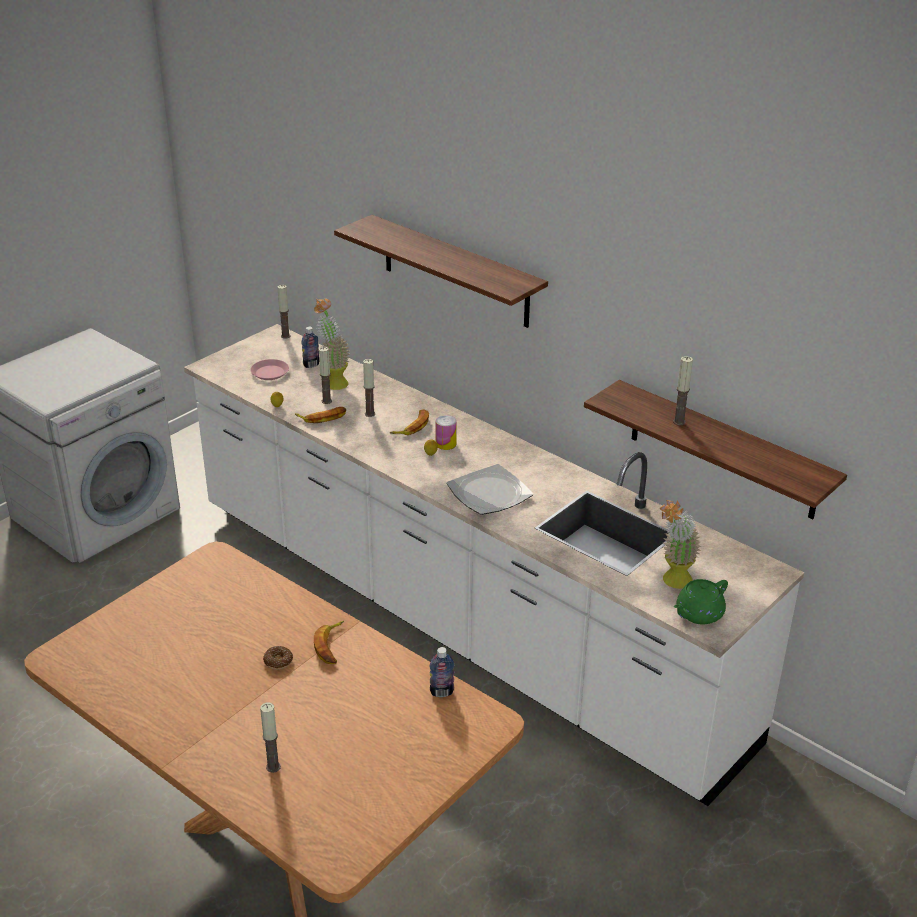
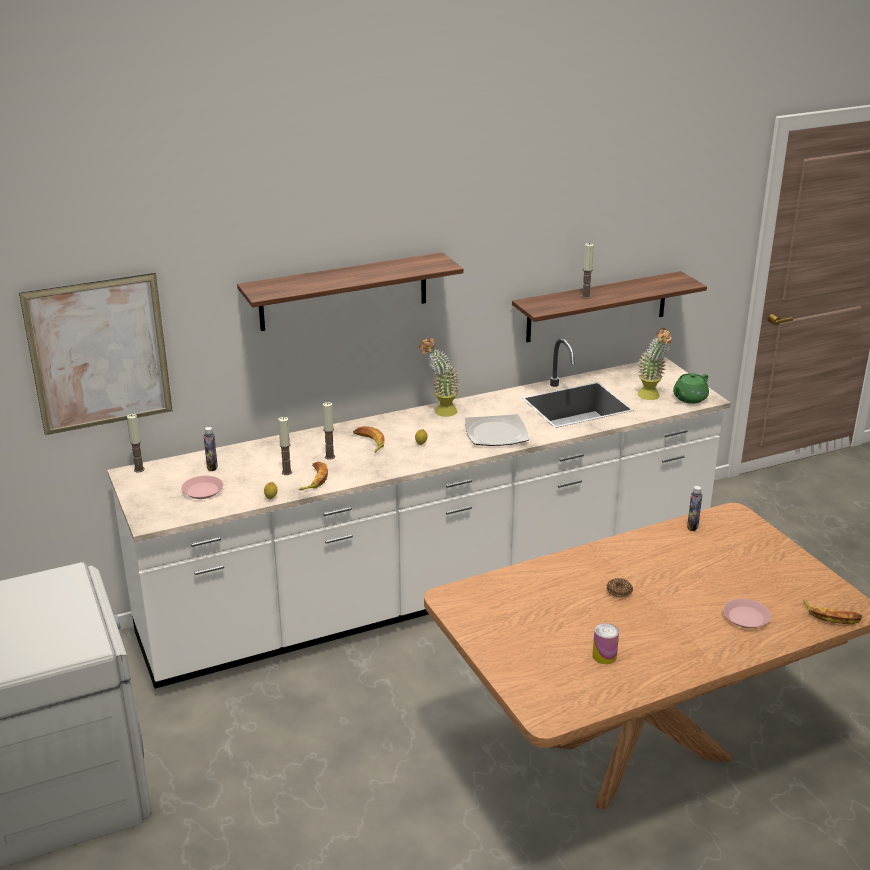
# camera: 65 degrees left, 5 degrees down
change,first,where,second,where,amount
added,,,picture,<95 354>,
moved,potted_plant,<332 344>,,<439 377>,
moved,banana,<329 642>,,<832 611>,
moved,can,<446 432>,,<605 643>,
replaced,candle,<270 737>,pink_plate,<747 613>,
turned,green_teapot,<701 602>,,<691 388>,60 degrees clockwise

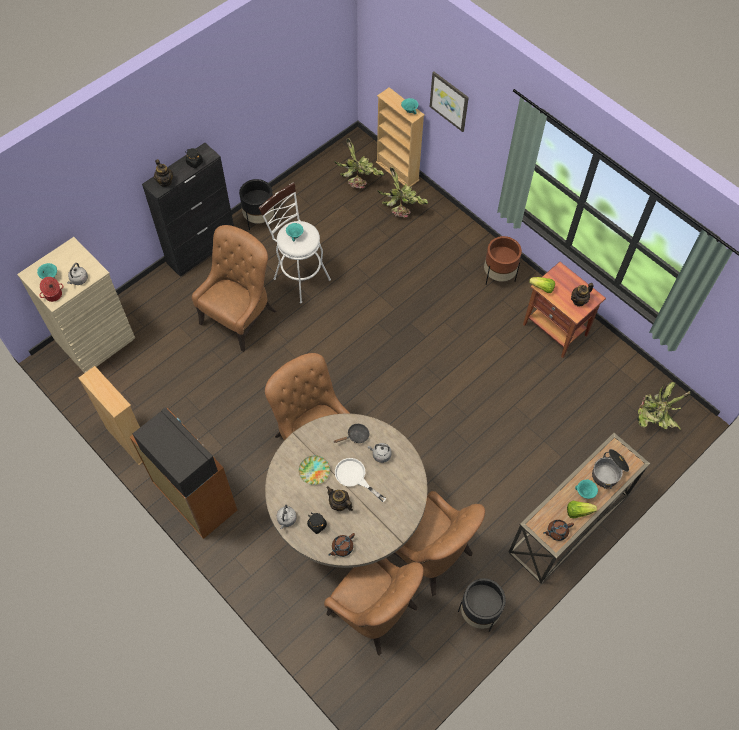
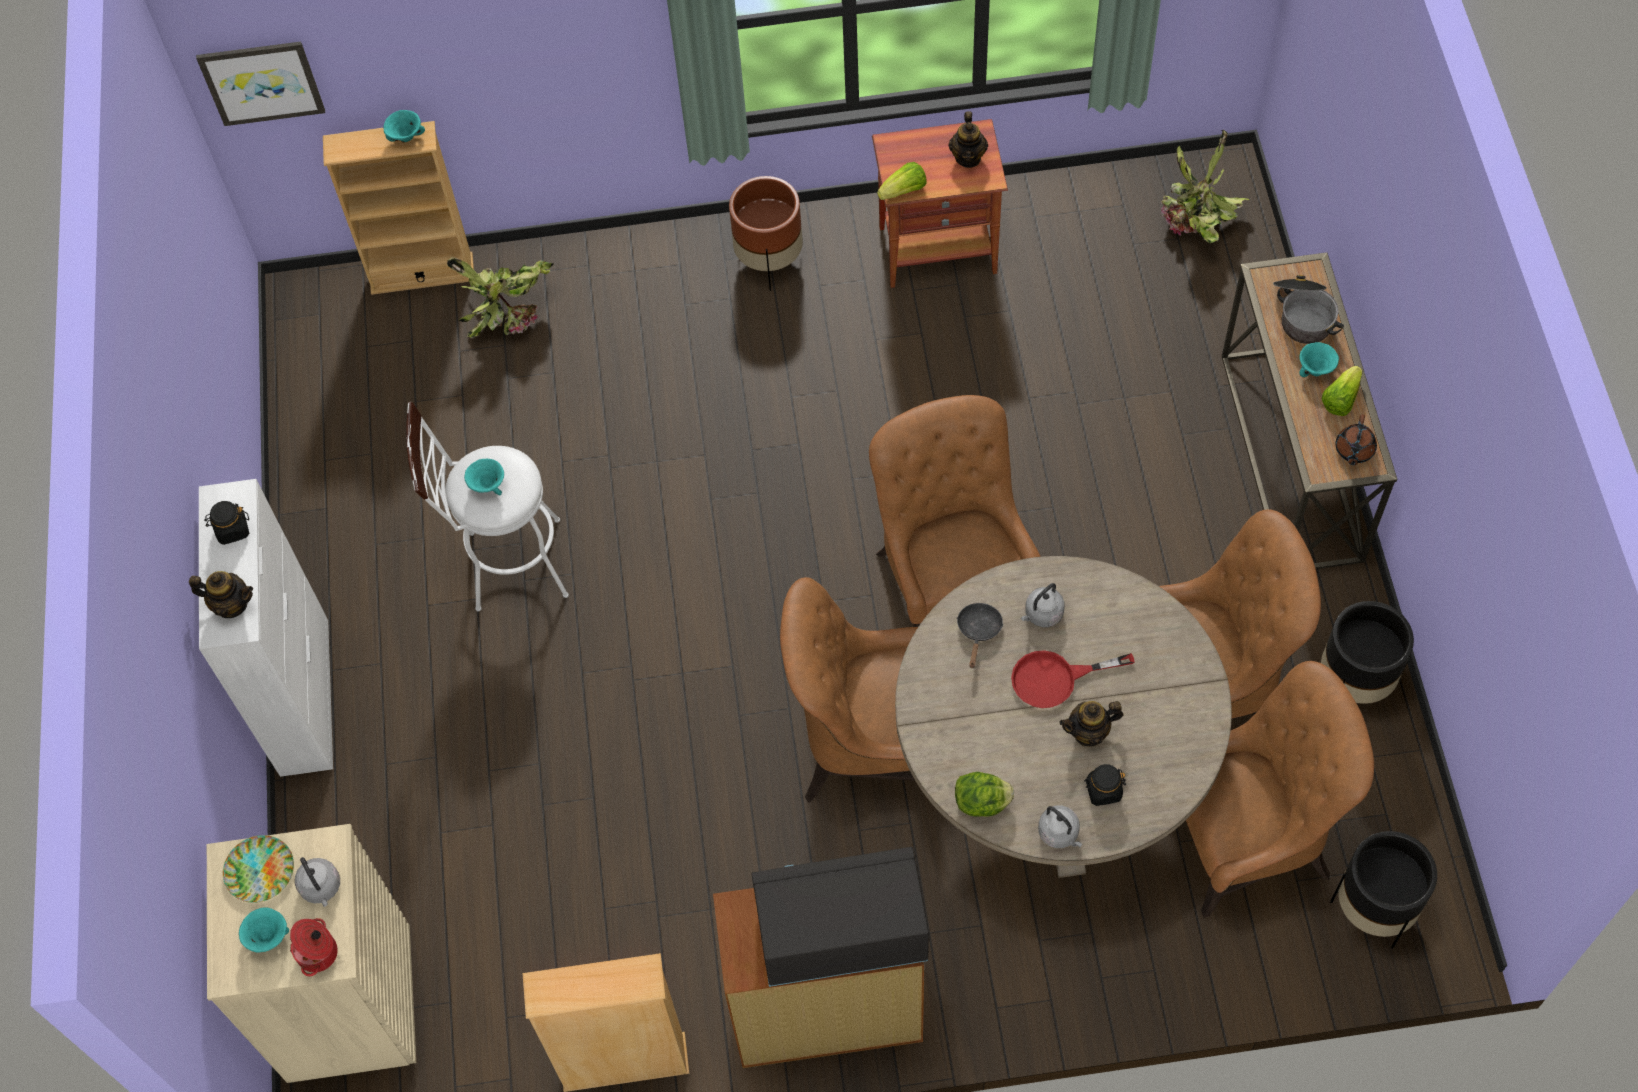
# camera: 50 degrees left, 0 degrees up
change,first,where,second,where,amount
removed,brown_teapot,<341 545>,,,
removed,potted_plant,<359 163>,,,
added,,,lettuce,<984 794>,
moved,brown_chair,<234 288>,,<955 511>,
moved,black_planter,<258 204>,,<1383 890>,
moved,plate,<314 470>,,<258 869>,
moved,picture,<449 102>,,<260 84>,
recoloured,black_cabinet,<188 210>,white_cabinet,<266 628>,
recoloured,white_frying_pan,<361 480>,red_frying_pan,<1072 679>,

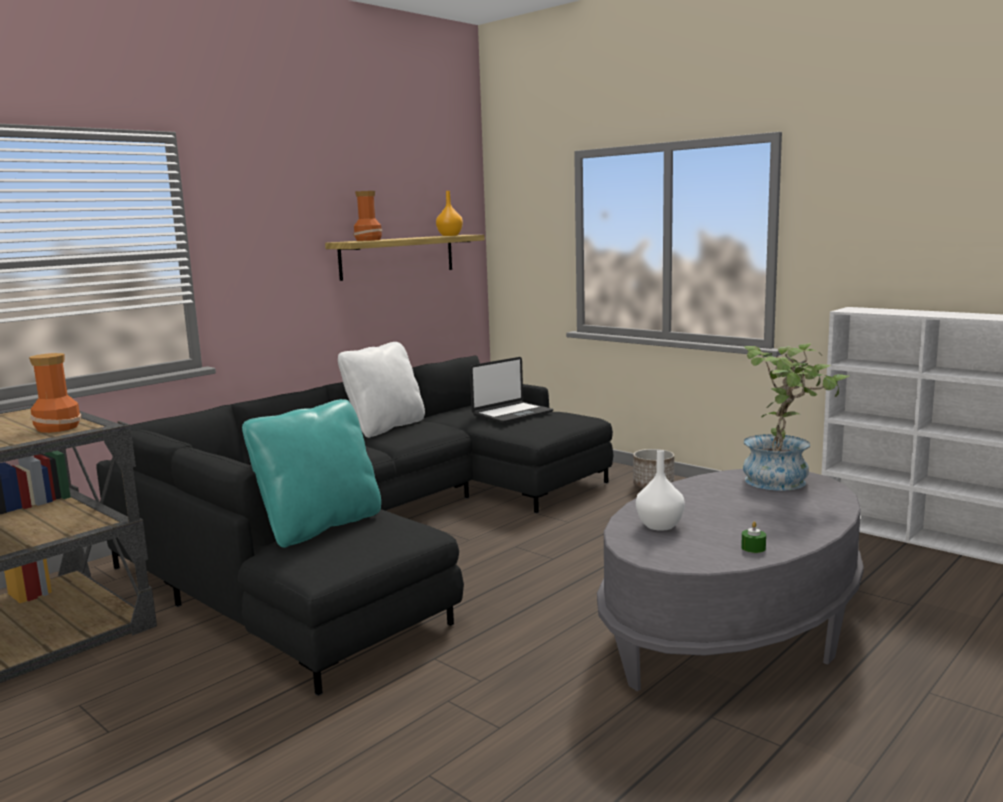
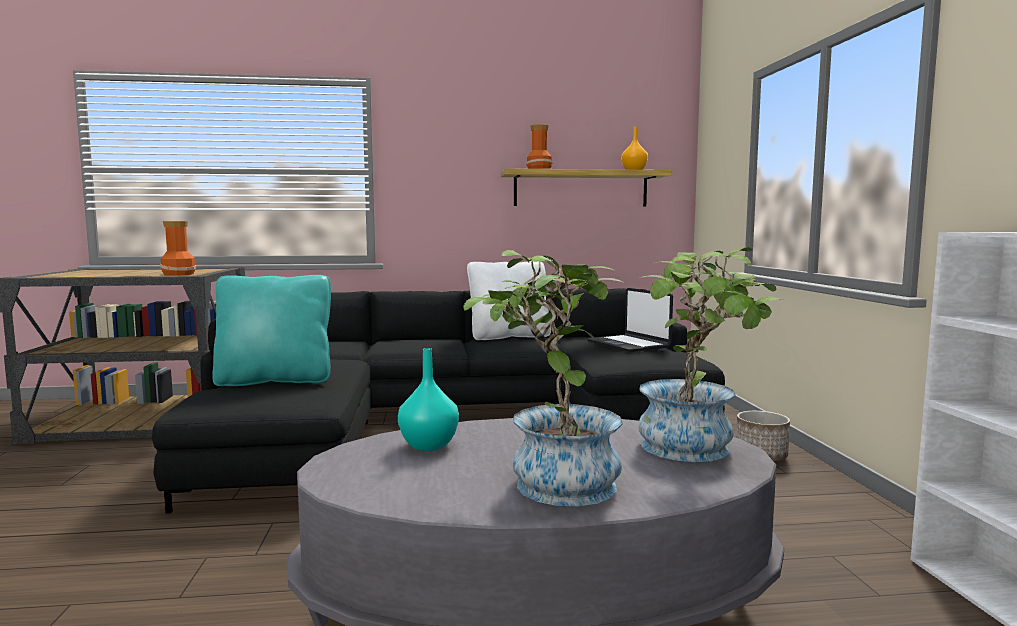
# camera: 40 degrees right, 5 degrees down
change,first,where,second,where,amount
removed,green_candle,<753 537>,,,
added,,,potted_plant,<543 378>,
recoloured,white_vase,<660 490>,turquoise_vase,<428 399>,
turned,laptop,<511 390>,,<630 320>,60 degrees clockwise

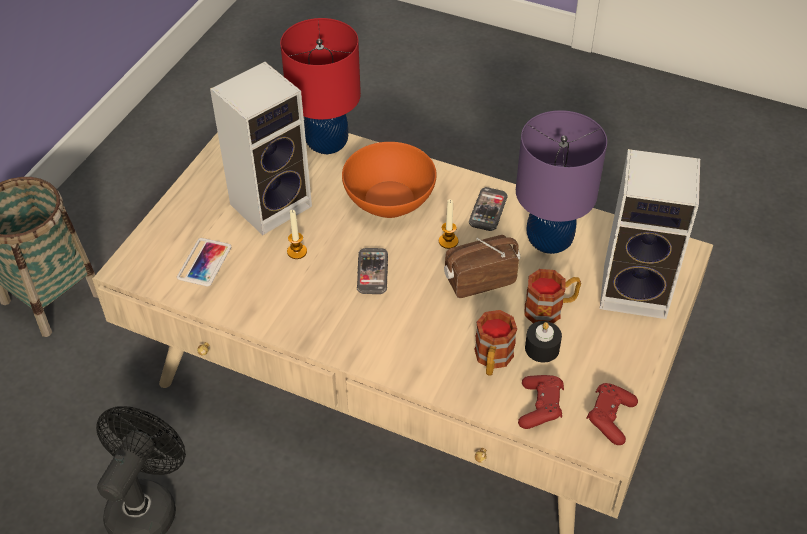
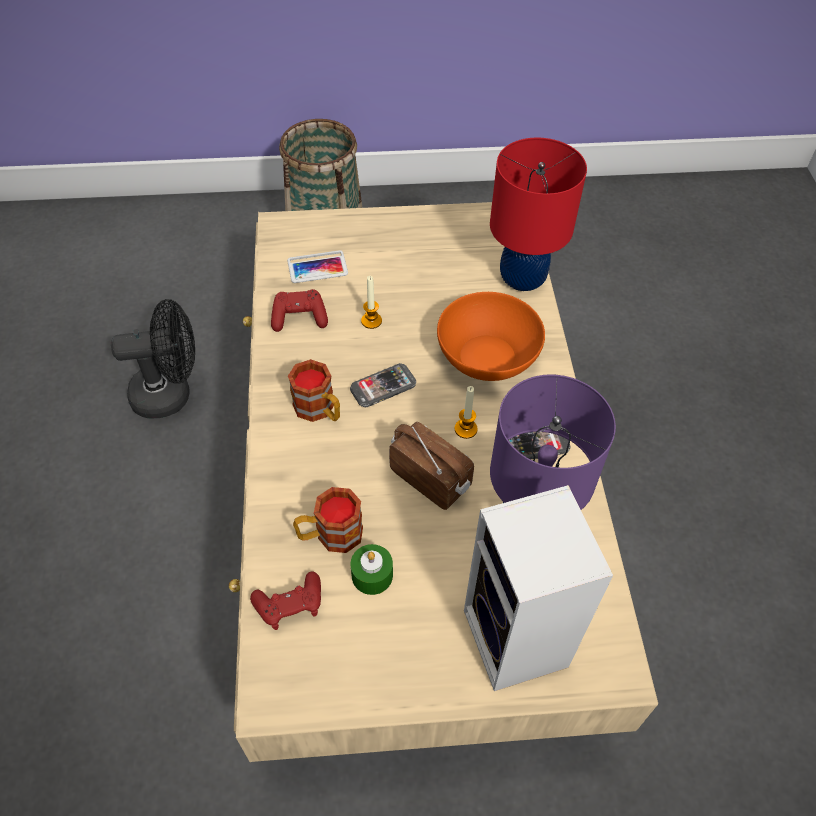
# camera: 60 degrees right, 5 degrees up
change,first,where,second,where,amount
removed,speaker,<261 148>,,,
moved,mug,<552 296>,,<314 390>,
moved,red_game_controller,<612 414>,,<299 310>,
recoloured,black_candle,<543 341>,green_candle,<371 569>,

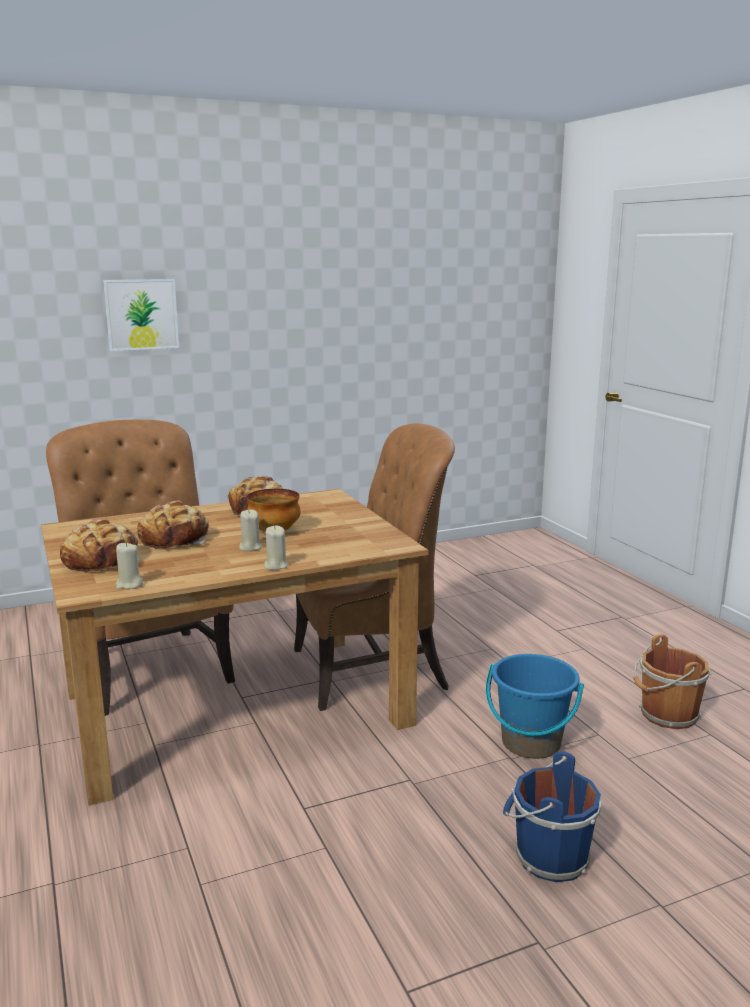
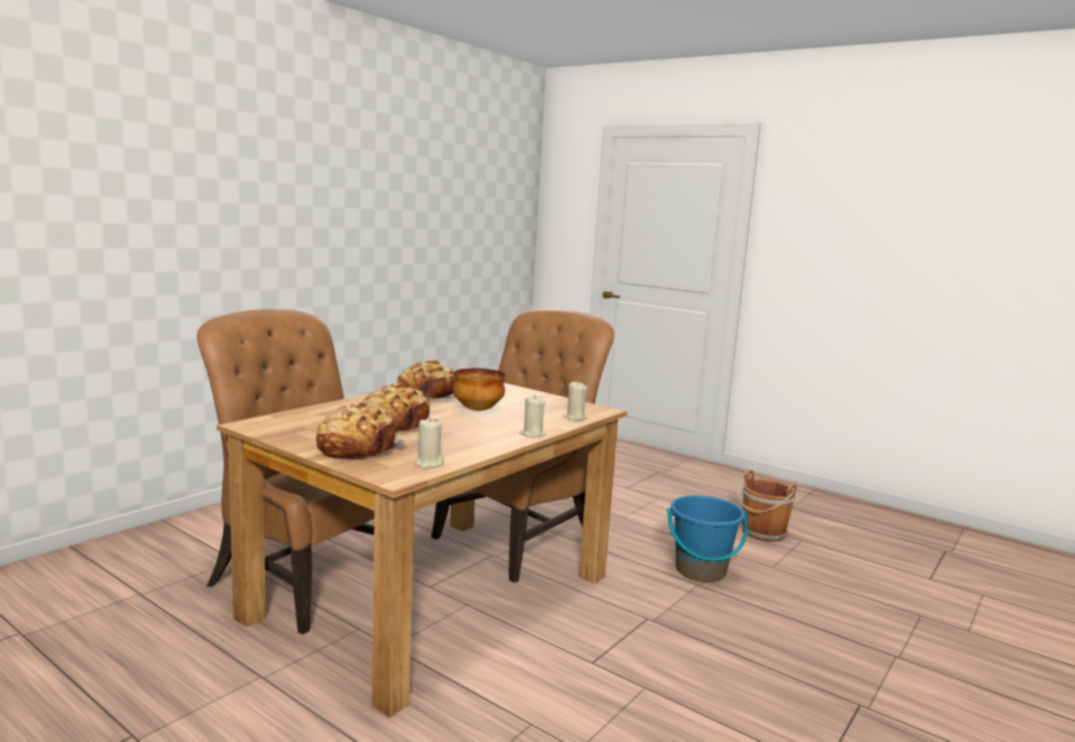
# camera: 30 degrees left, 5 degrees down
change,first,where,second,where,amount
removed,picture,<141 315>,,,
removed,blue_bucket,<552 816>,,,
moved,beige_candle,<250 530>,,<575 401>,

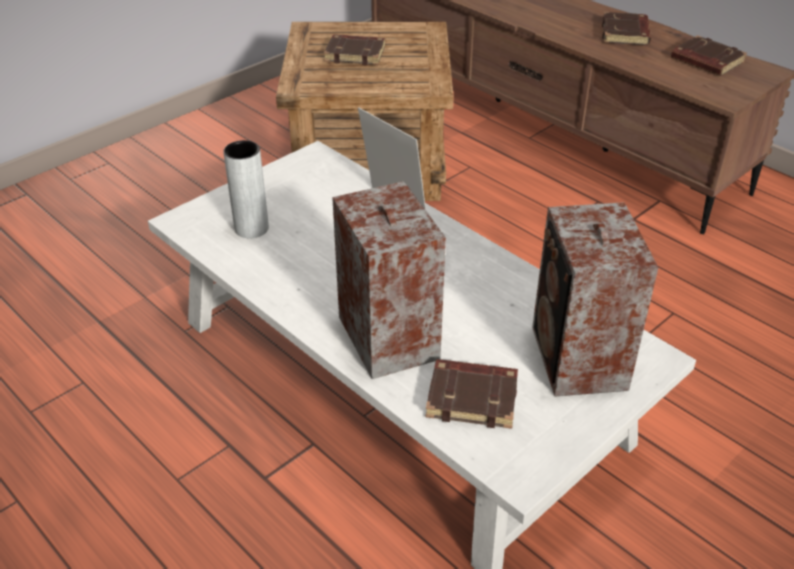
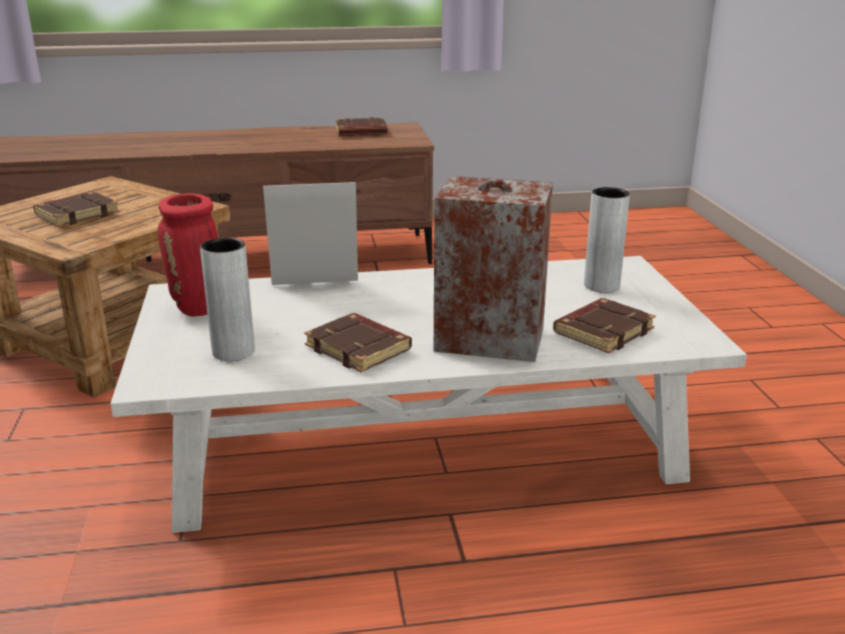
# camera: 55 degrees left, 15 degrees down
change,first,where,second,where,amount
added,,,red_vase,<188 254>,
moved,brown_book,<626 28>,,<358 342>,
replaced,speaker,<595 299>,grey_vase,<607 240>,

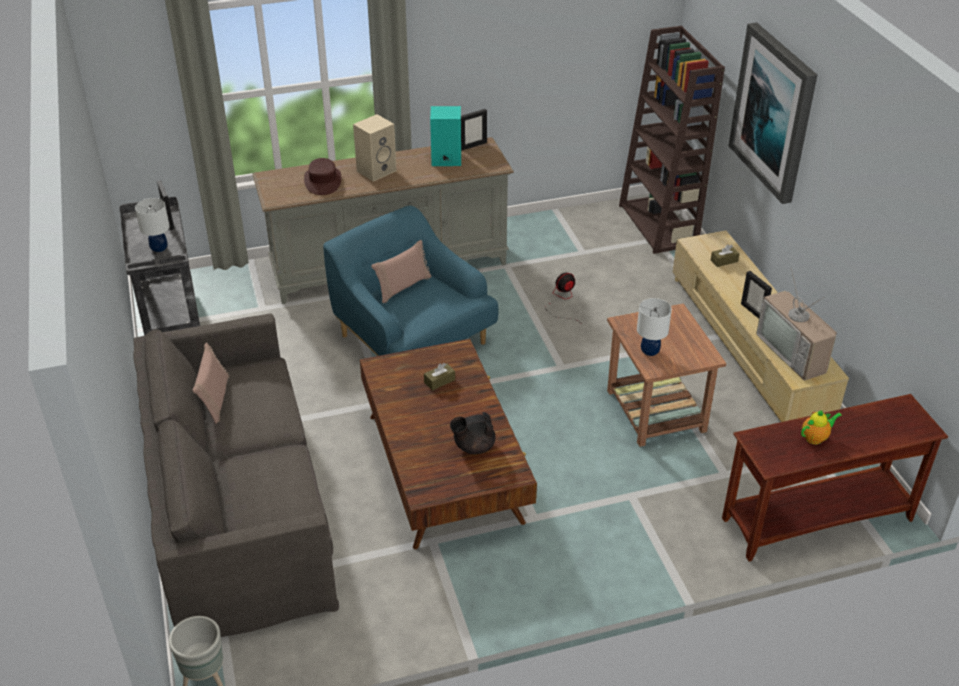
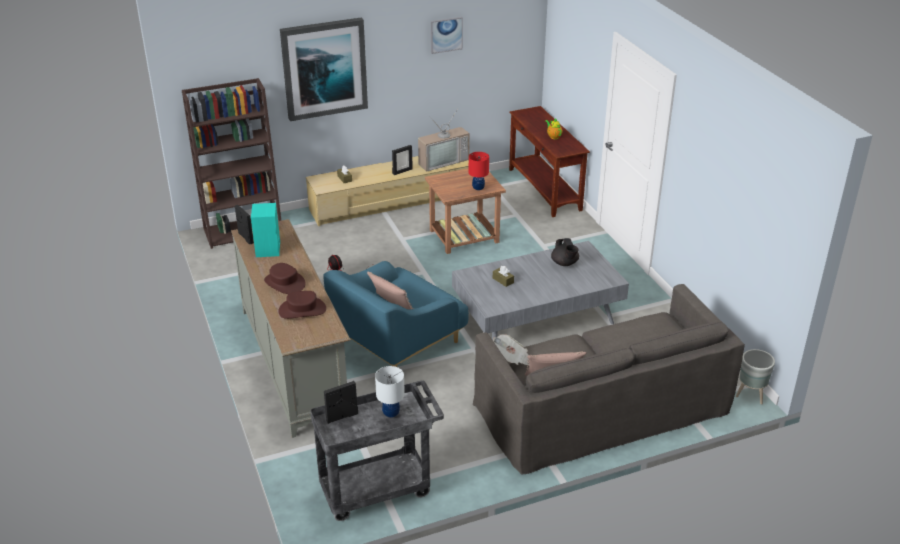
# camera: 95 degrees left, 5 degrees down
change,first,where,second,where,amount
added,,,picture,<447 35>,
added,,,newspaper,<511 349>,
replaced,beige_speaker,<375 148>,brown_hat,<285 278>,
recoloured,brown_coffee_table,<448 444>,grey_coffee_table,<540 290>,
recoloured,white_table_lamp,<654 327>,red_table_lamp,<479 171>,

